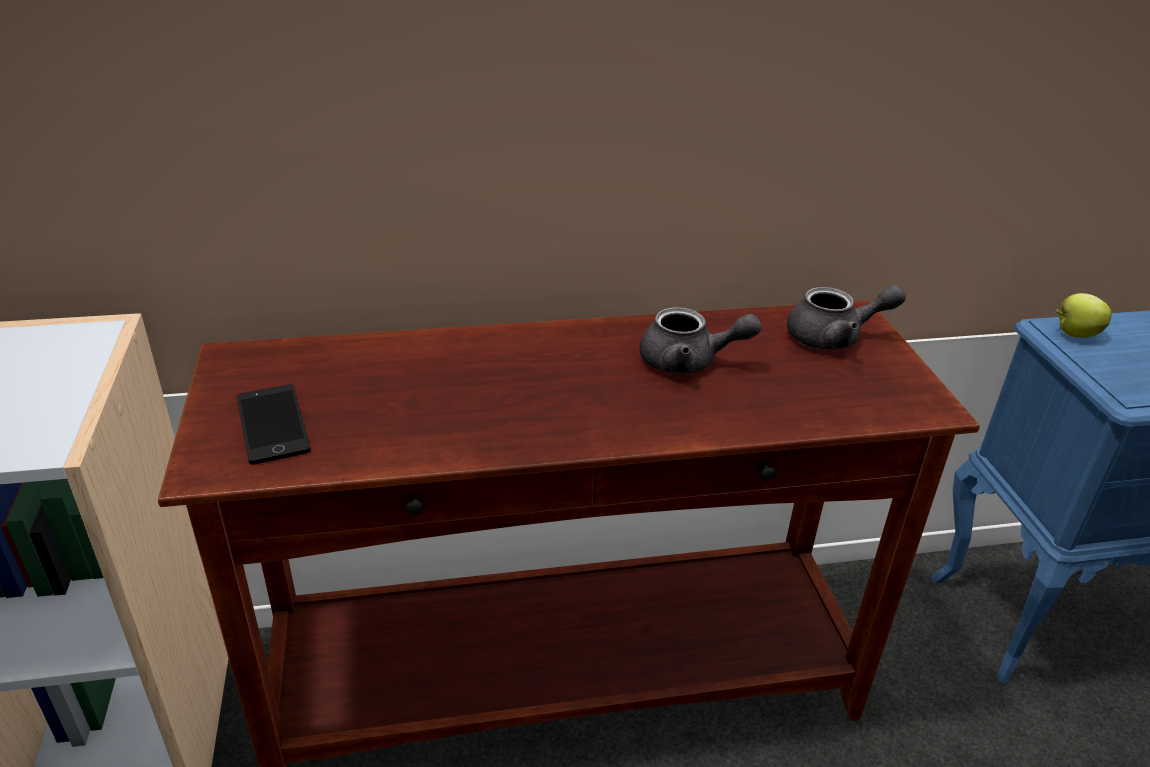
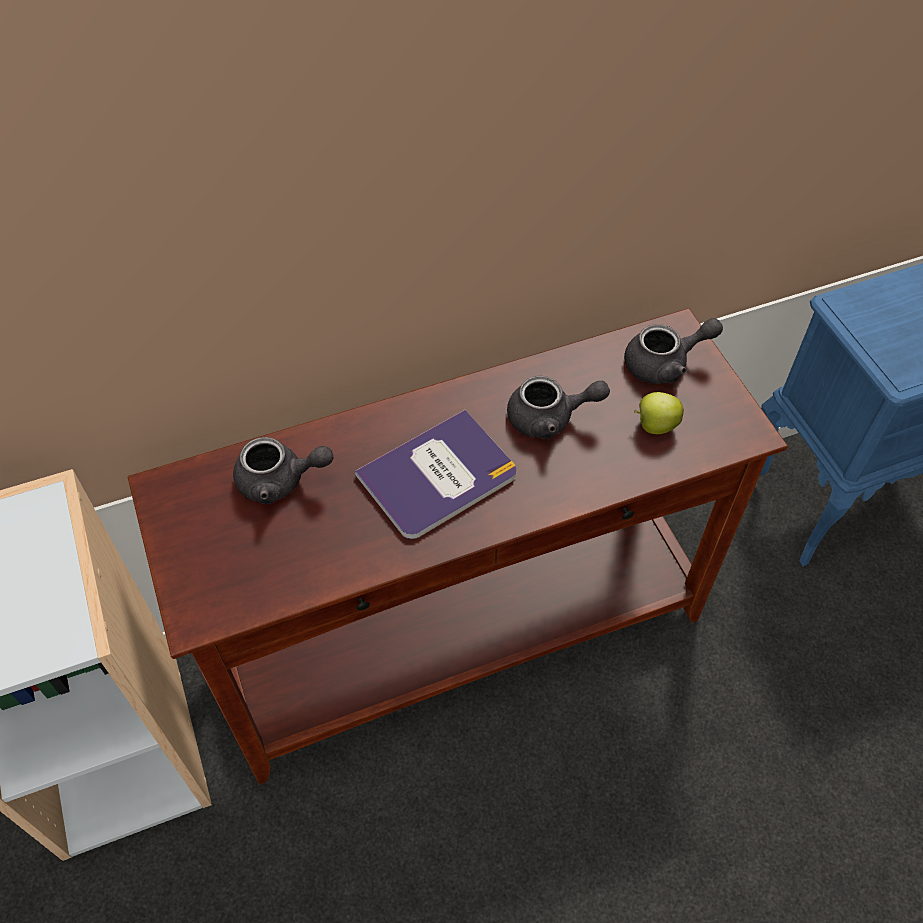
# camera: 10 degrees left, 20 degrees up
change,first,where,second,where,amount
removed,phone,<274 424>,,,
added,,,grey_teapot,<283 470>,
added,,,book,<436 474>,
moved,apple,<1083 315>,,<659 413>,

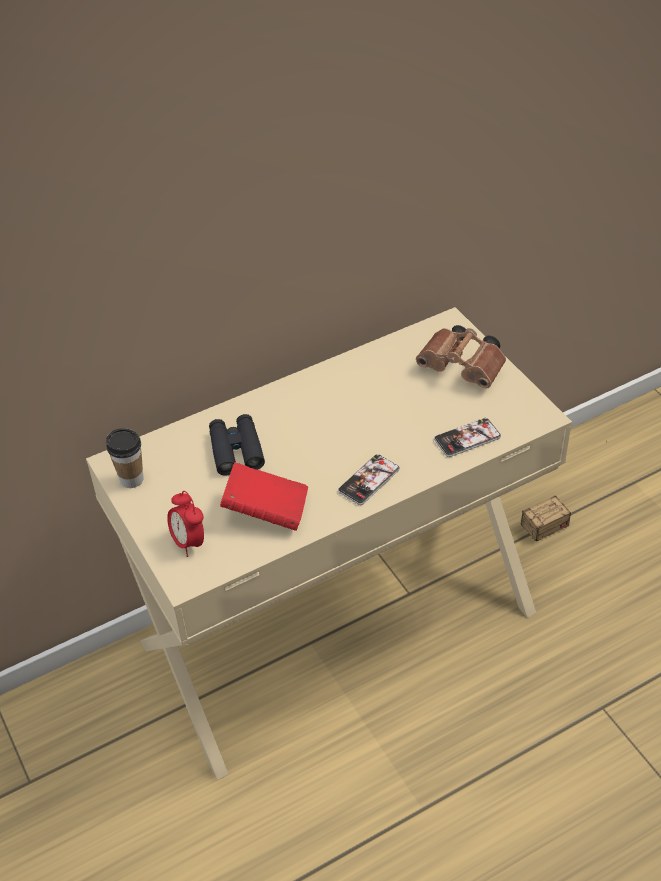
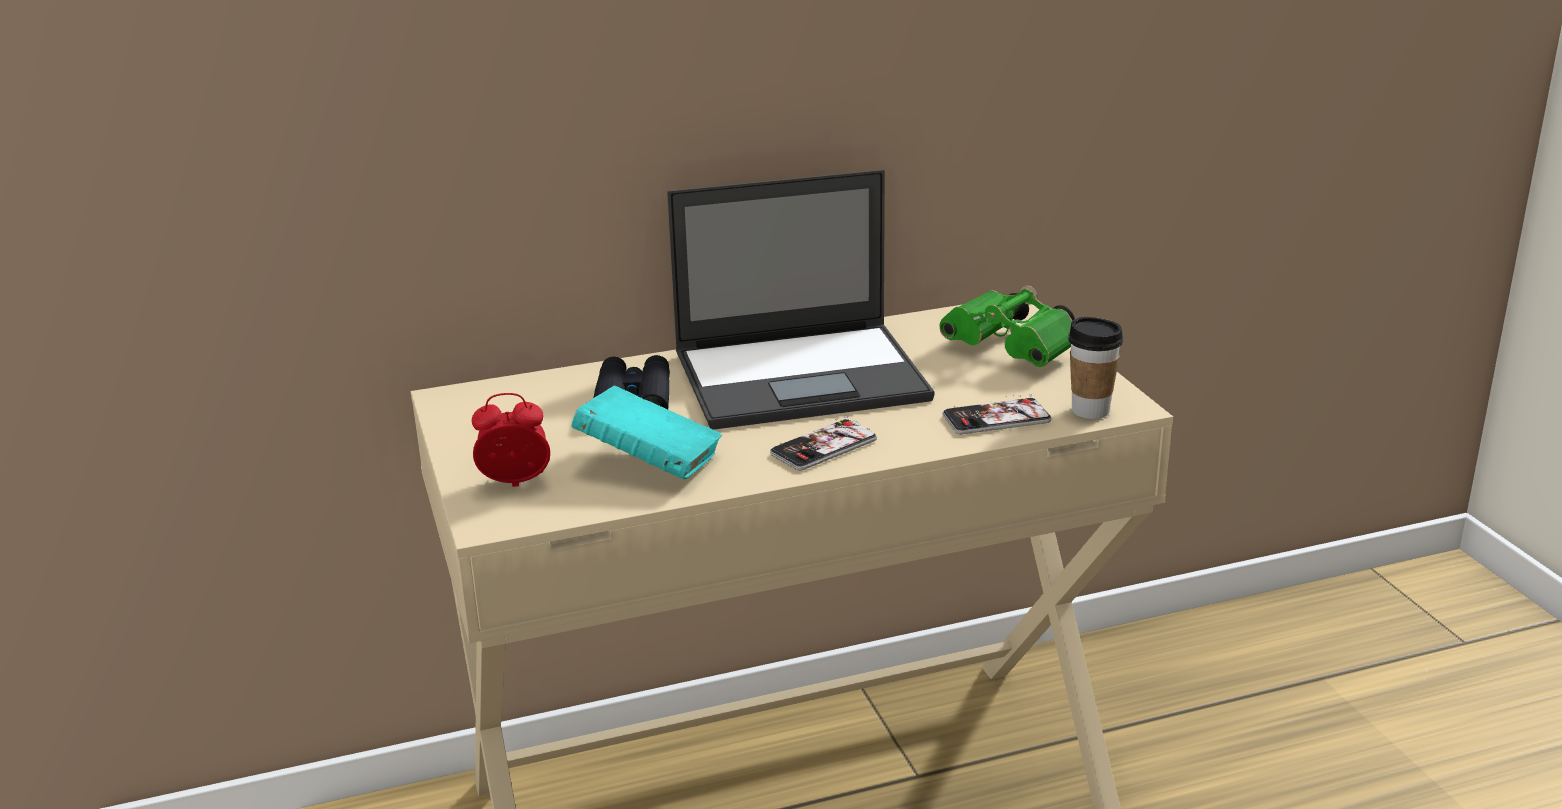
# camera: 10 degrees right, 20 degrees down
change,first,where,second,where,amount
removed,storage_box,<563 491>,,,
added,,,laptop,<800 299>,
moved,cup,<125 458>,,<1095 368>,
recoloured,red_book,<264 497>,turquoise_book,<647 432>,
recoloured,brown_binoculars,<461 356>,green_binoculars,<1007 326>,
turned,alarm_clock,<185 524>,,<511 440>,105 degrees clockwise

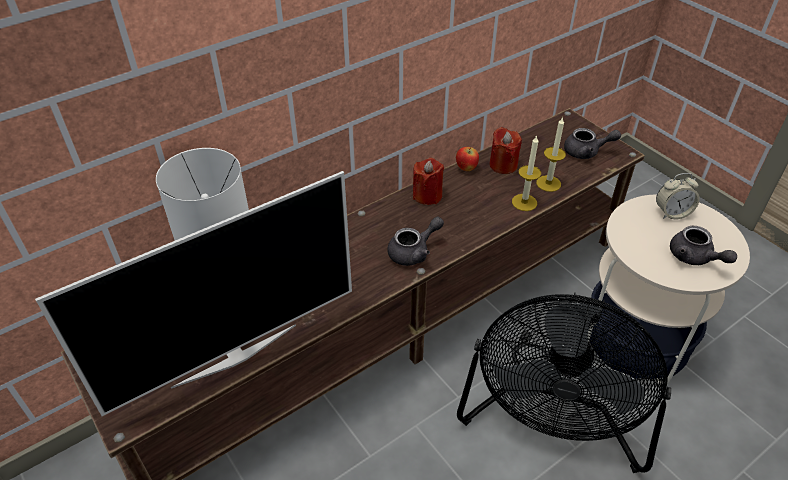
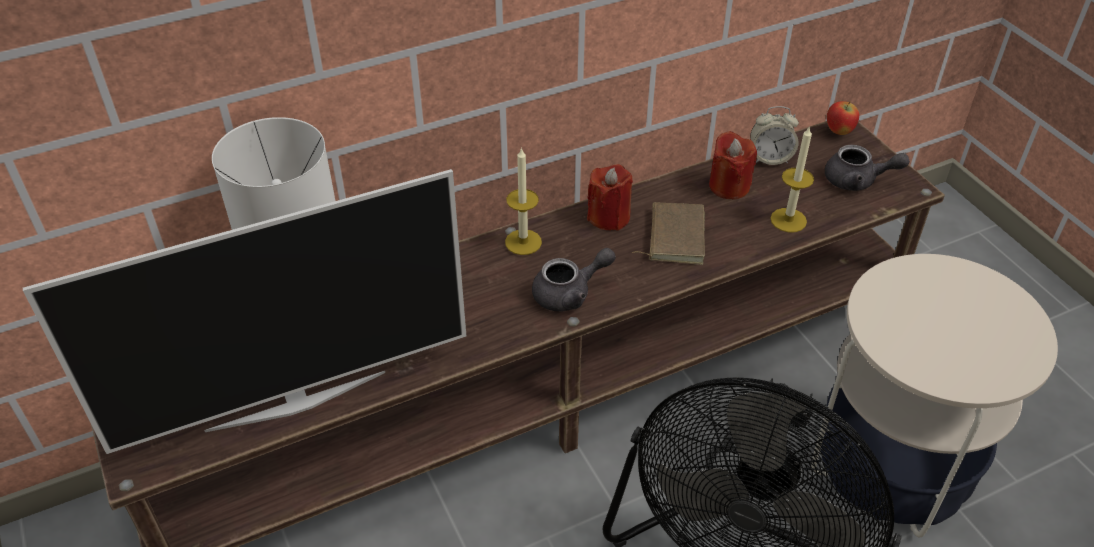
# camera: 10 degrees right, 0 degrees up
change,first,where,second,where,amount
removed,grey_teapot,<703 245>,,,
added,,,brown_book,<668 233>,
moved,apple,<467 159>,,<843 118>,
moved,candle,<526 173>,,<523 201>,
moved,alarm_clock,<678 196>,,<774 135>,

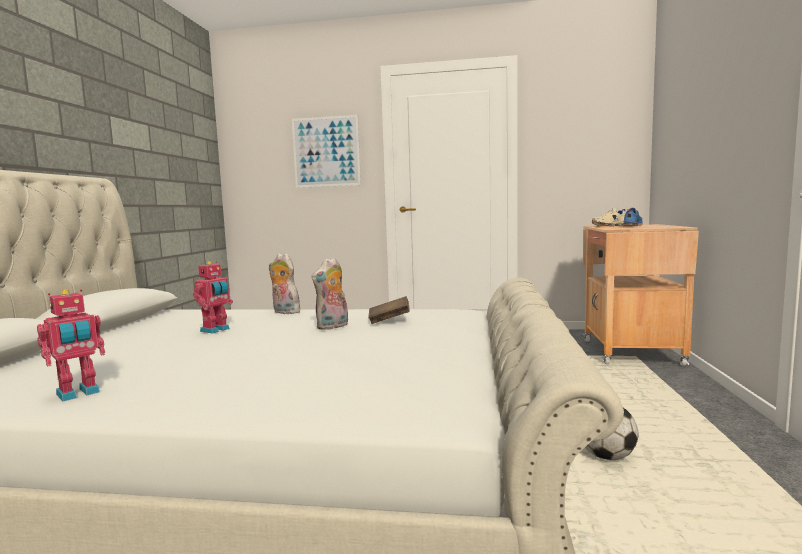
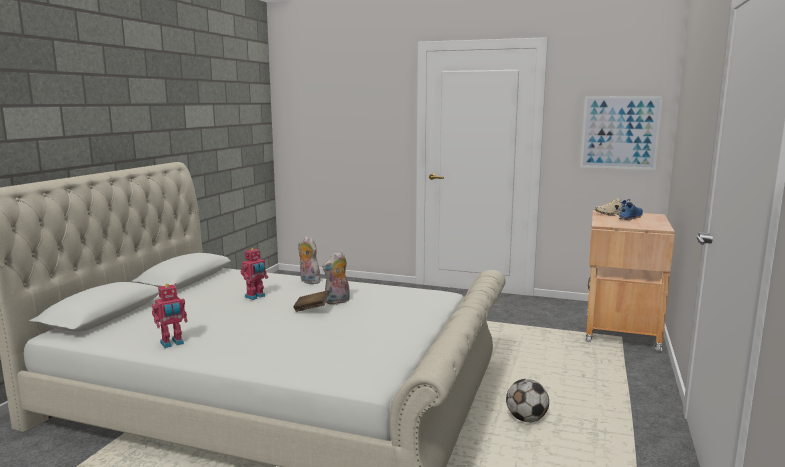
# camera: 10 degrees right, 5 degrees up
change,first,where,second,where,amount
moved,picture,<326 151>,,<621 133>,
moved,brown_book,<389 310>,,<311 301>,

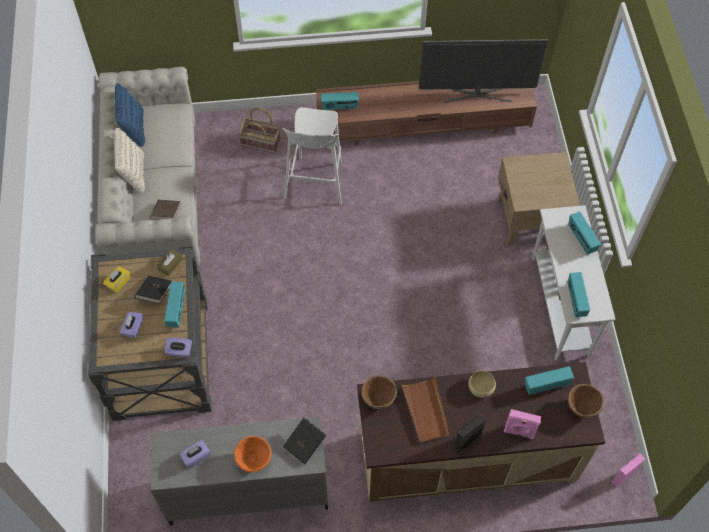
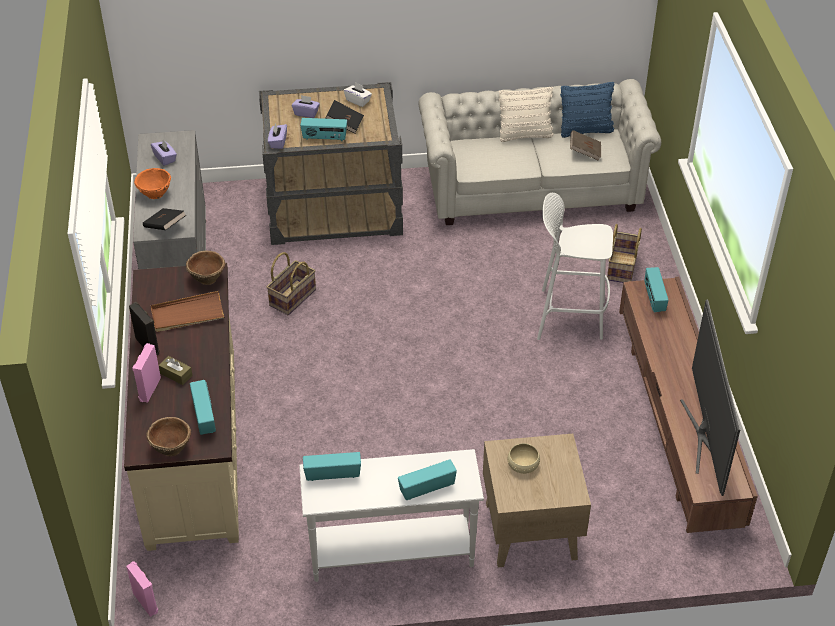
# camera: 90 degrees right, 15 degrees down
change,first,where,second,where,amount
added,,,basket,<291 283>,
moved,brown_book,<165 210>,,<585 145>,
moved,brown_tissue_box,<170 262>,,<175 370>,
moved,beige_bowl,<482 384>,,<524 458>,
recoloured,yellow_tissue_box,<116 279>,white_tissue_box,<358 94>,

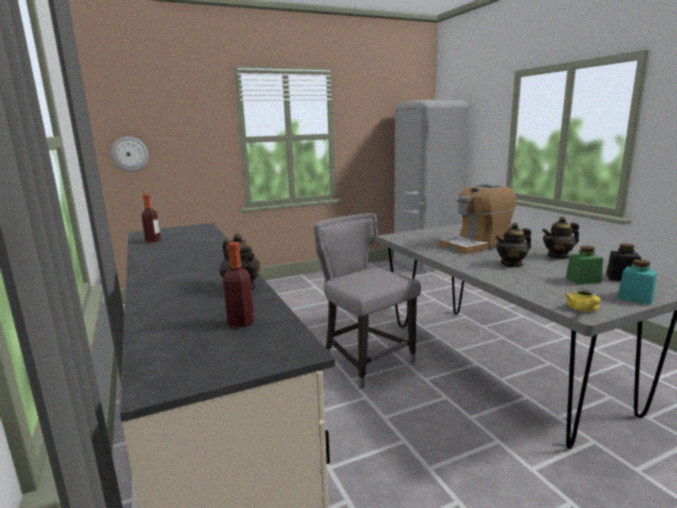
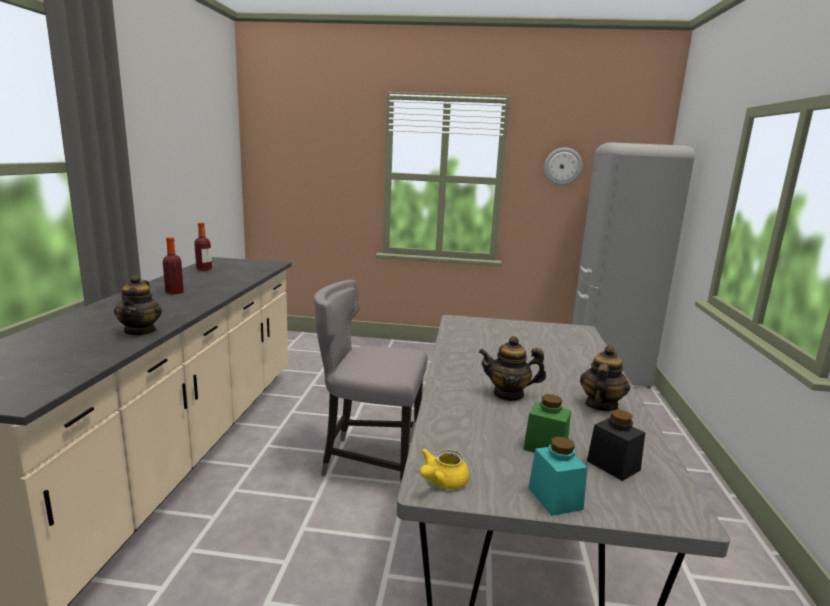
# camera: 30 degrees right, 0 degrees up
change,first,where,second,where,amount
removed,coffee_machine,<478 219>,,,
moved,wall_clock,<130 154>,,<563 167>,
moved,bottle,<238 285>,,<173 265>,
turned,grey_chair,<367 301>,,<371 383>,75 degrees counterclockwise
turned,teapot,<560 238>,,<605 378>,105 degrees clockwise

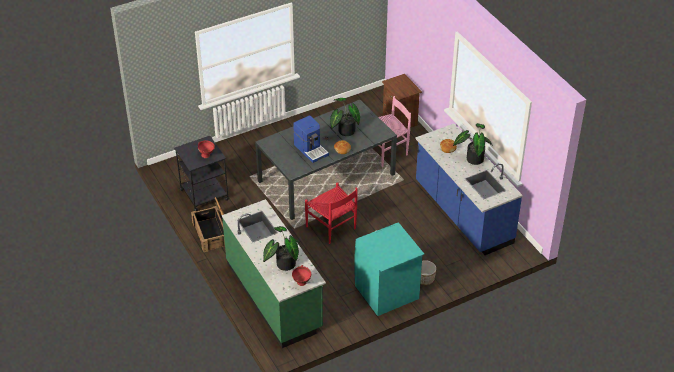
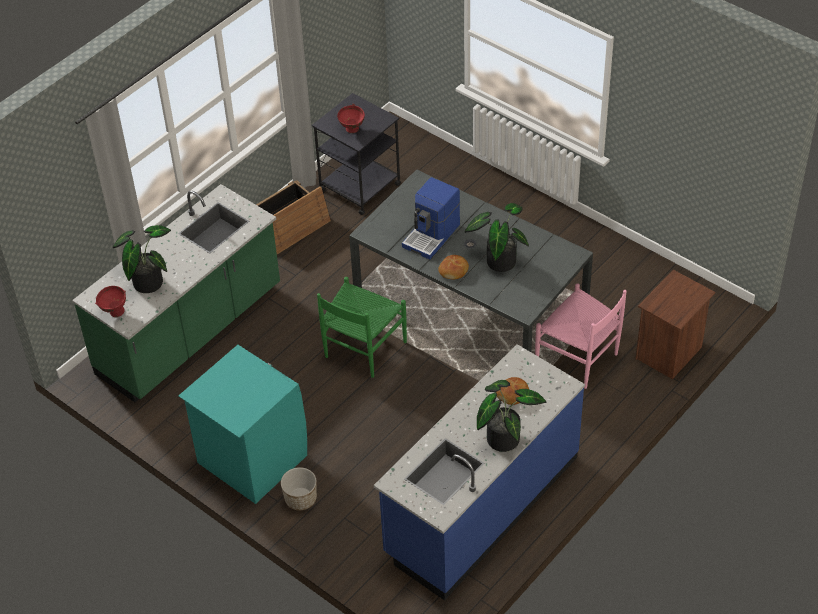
# camera: 70 degrees right, 5 degrees up
change,first,where,second,where,amount
recoloured,red_chair,<331 213>,green_chair,<362 327>,

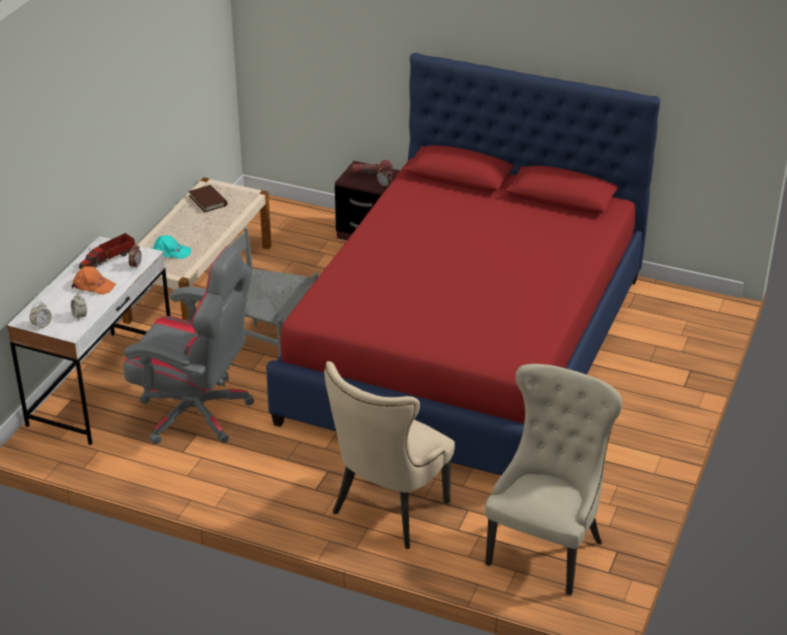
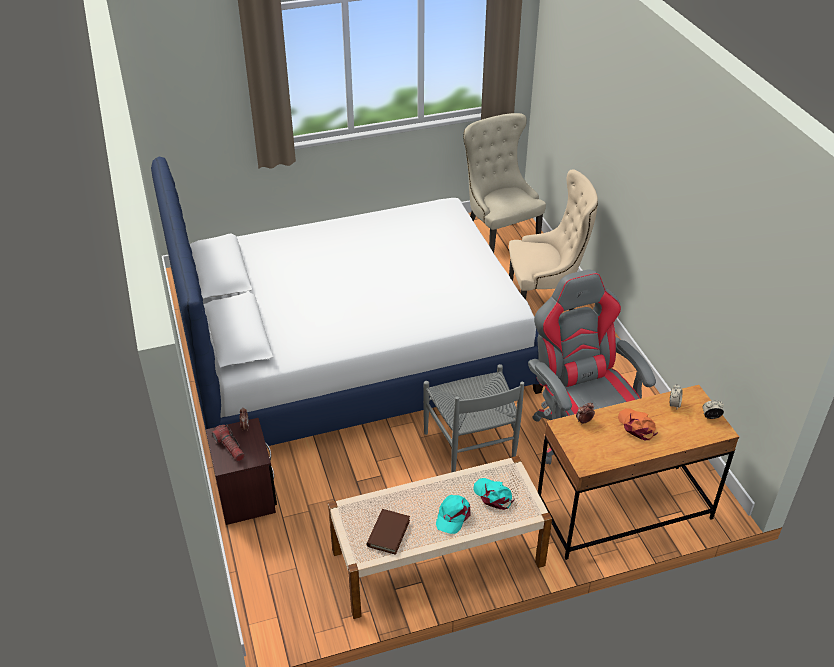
# camera: 130 degrees left, 5 degrees up
change,first,where,second,where,amount
removed,toy_truck,<107 251>,,,
added,,,turquoise_cap,<453 514>,
recoloured,white_desk,<88 340>,brown_desk,<638 472>,
recoloured,red_bed,<463 264>,white_bed,<347 303>,
turned,beige_chair,<553 479>,,<504 183>,75 degrees clockwise

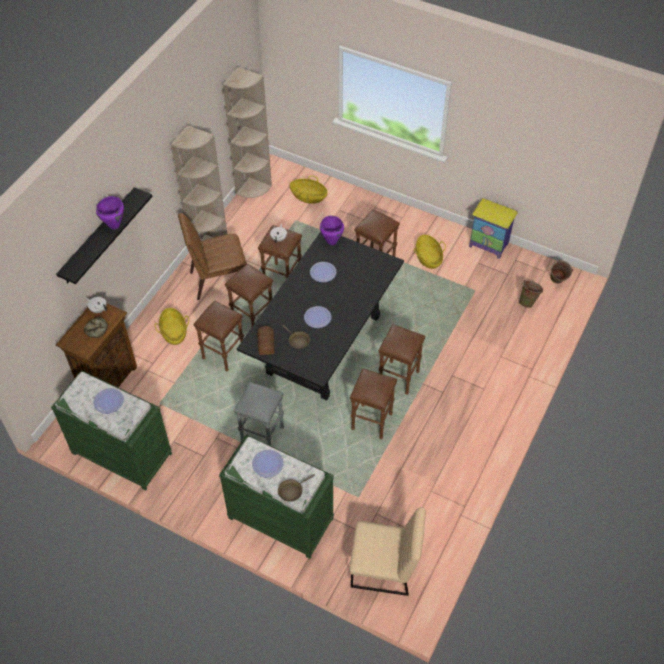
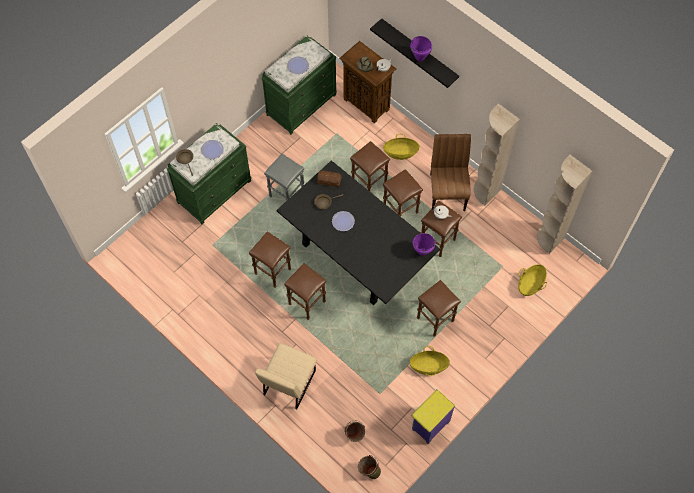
# camera: 105 degrees right, 10 degrees up
change,first,where,second,where,amount
removed,plate,<323 272>,,,
moved,beige_chair,<388 551>,,<286 376>,

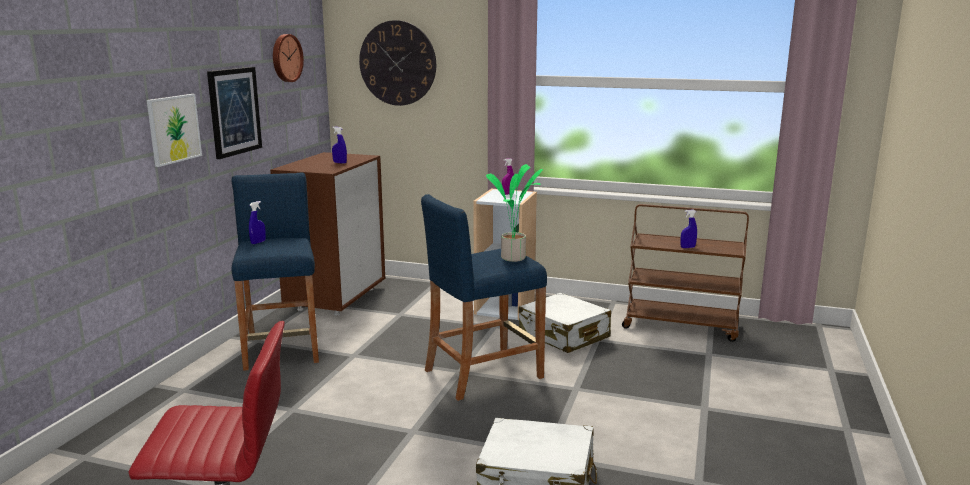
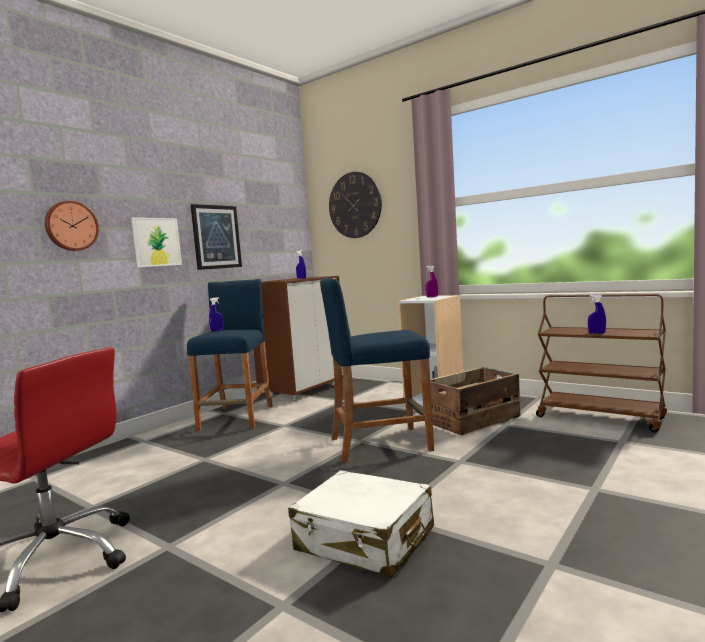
# camera: 20 degrees right, 10 degrees down
change,first,where,second,where,amount
removed,potted_plant,<514 213>,,,
moved,wall_clock,<288 58>,,<72 226>,
replaced,white_suitcase,<565 323>,crate,<475 401>,

